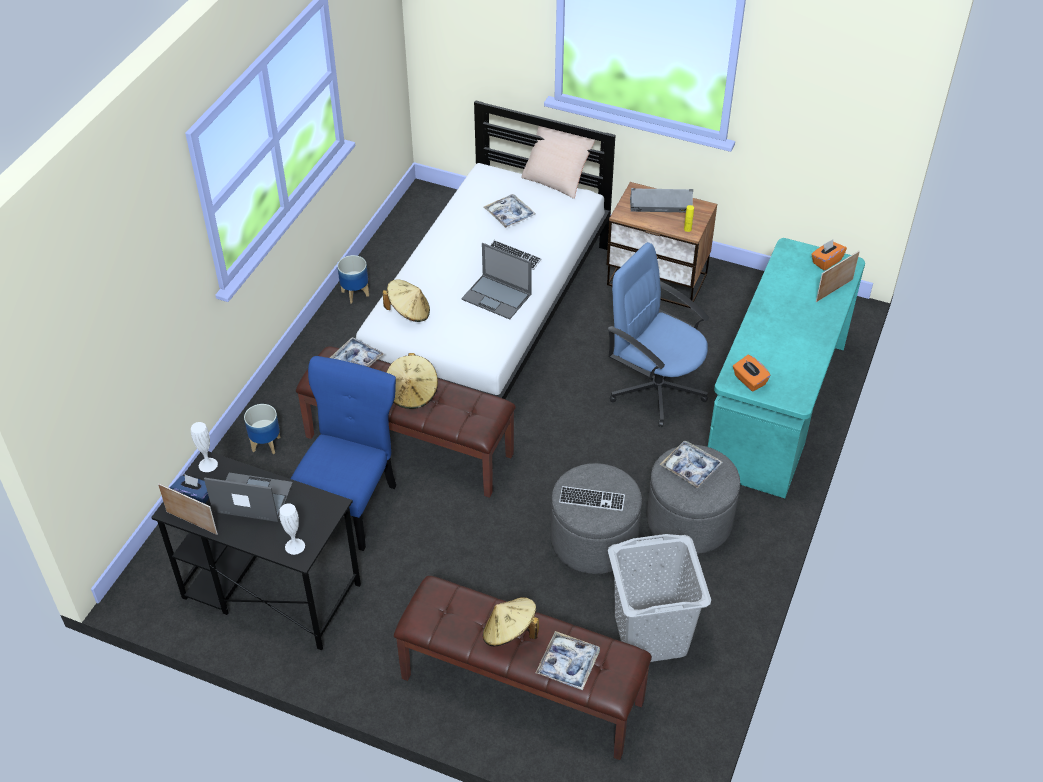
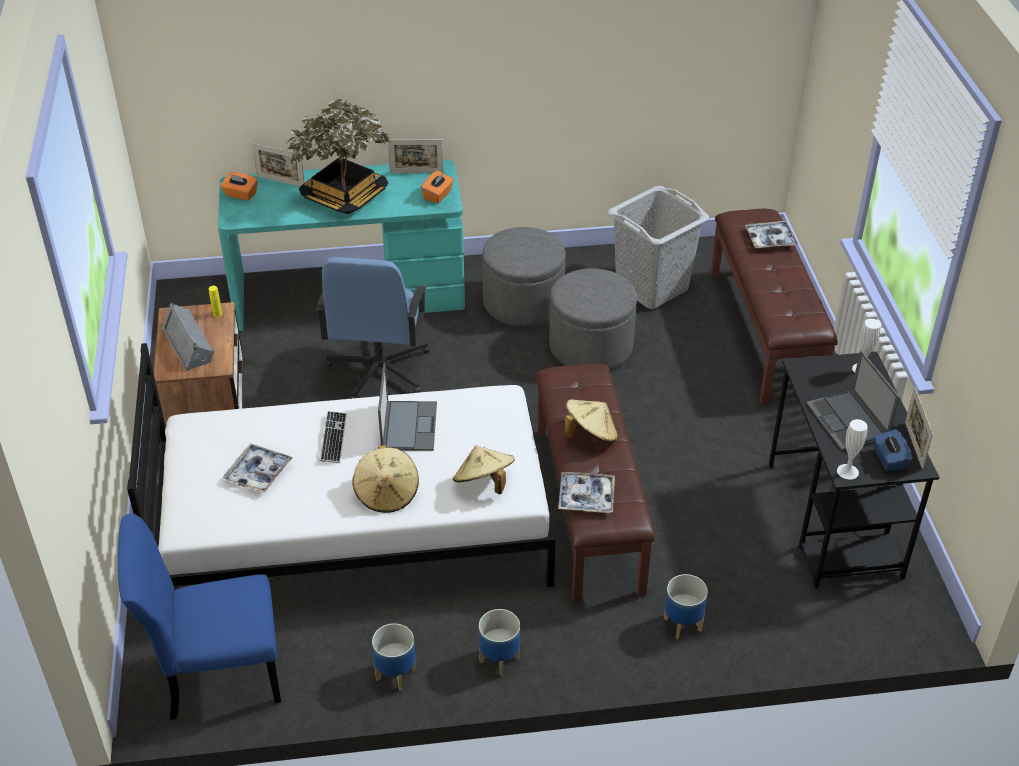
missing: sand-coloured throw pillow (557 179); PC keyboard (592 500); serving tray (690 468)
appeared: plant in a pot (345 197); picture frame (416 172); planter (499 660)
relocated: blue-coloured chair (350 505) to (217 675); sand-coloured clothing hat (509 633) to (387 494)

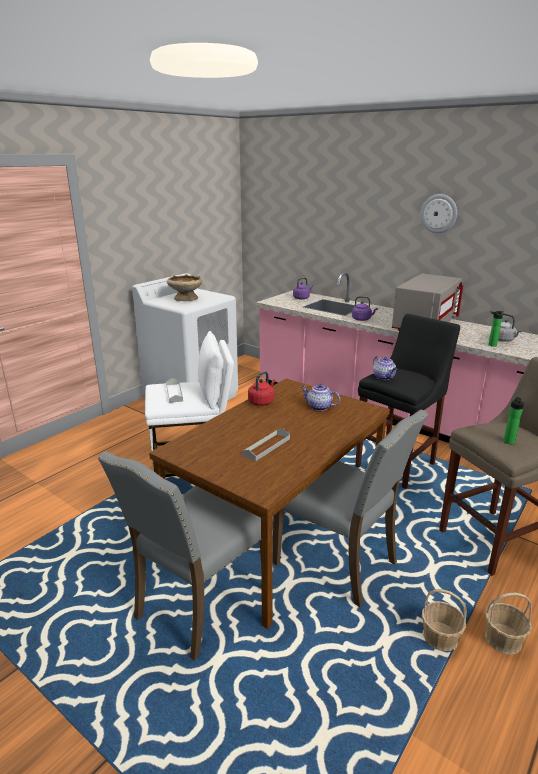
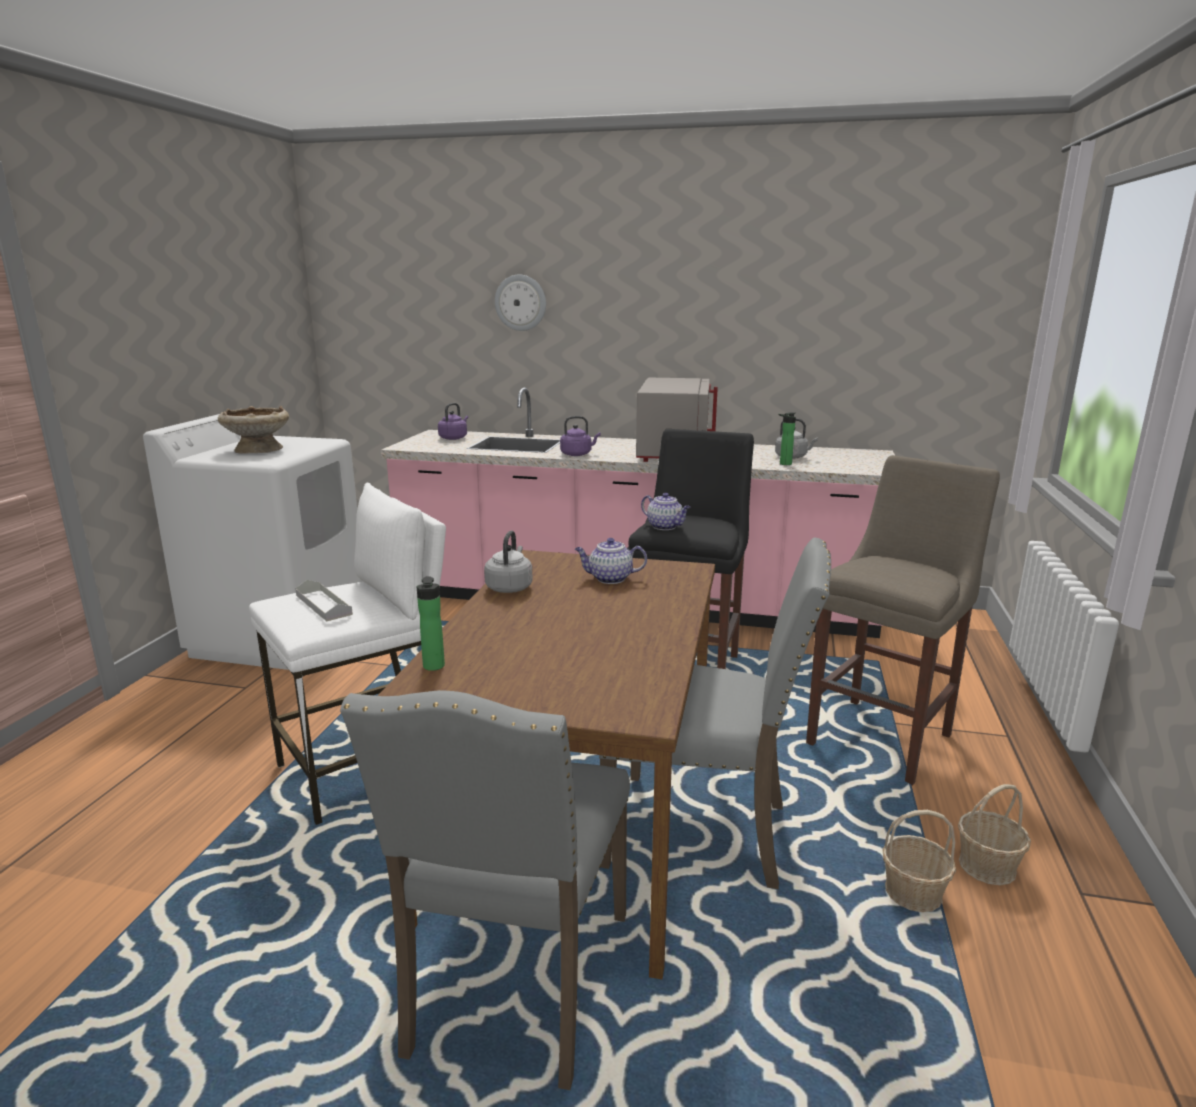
missing: gray serving tray (266 447)
relocated: bottle (509 442) to (433 667); hanging clock (439 213) to (520 303)
colour: red water kettle (262 401) to gray water kettle (510 587)

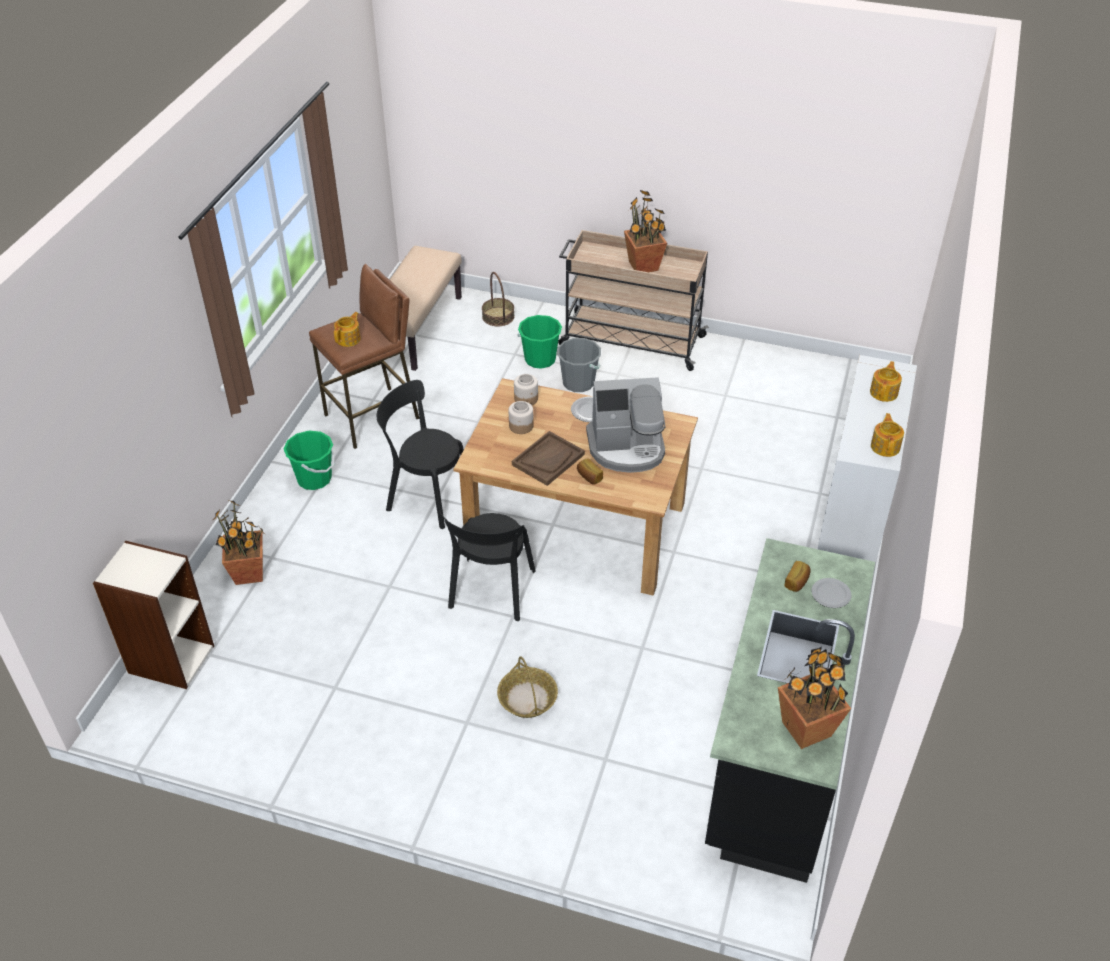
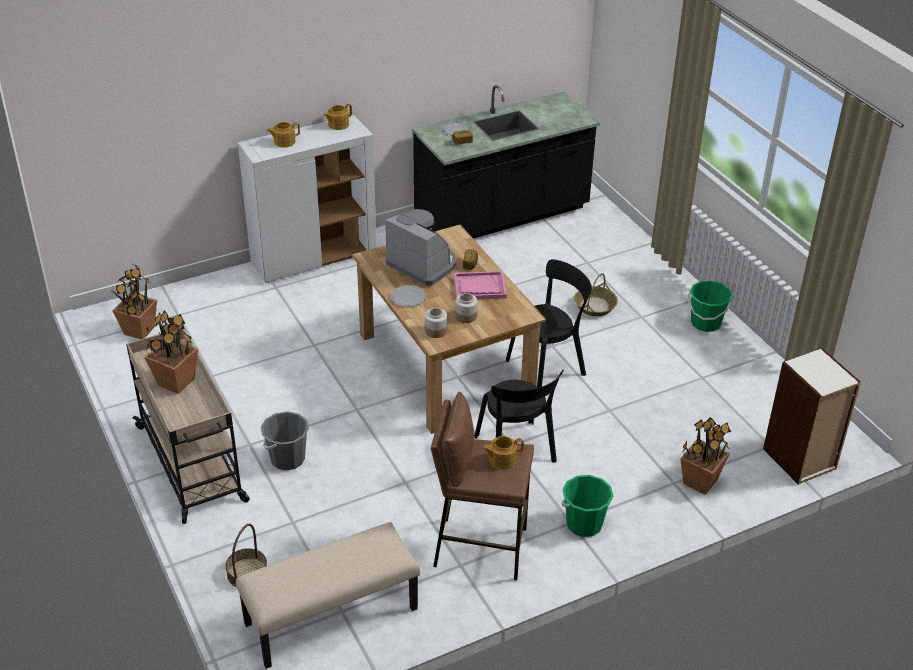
relocated: plant in a pot (807 728) to (139 331); green bucket (540 359) to (705 323)
colour: brown serving tray (548 459) to pink-coloured serving tray (479 287)

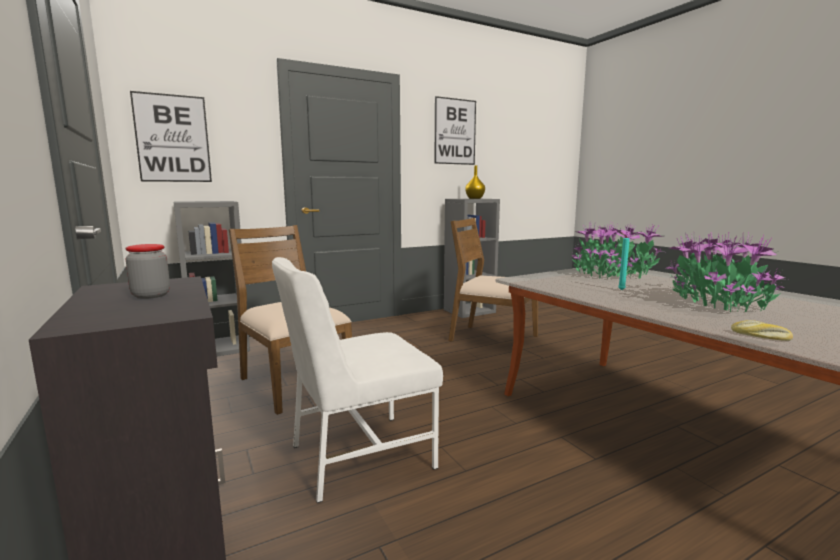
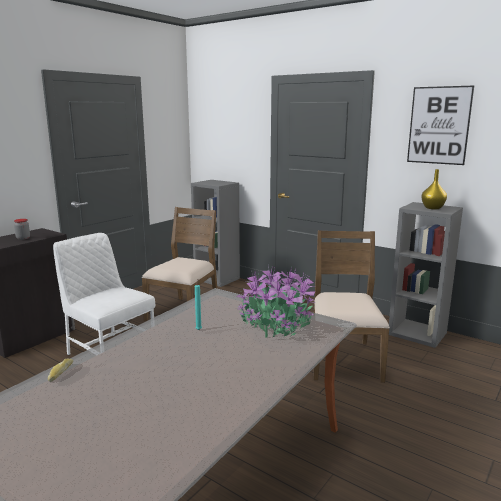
missing: picture (172 138); plant in a pot (718 303)

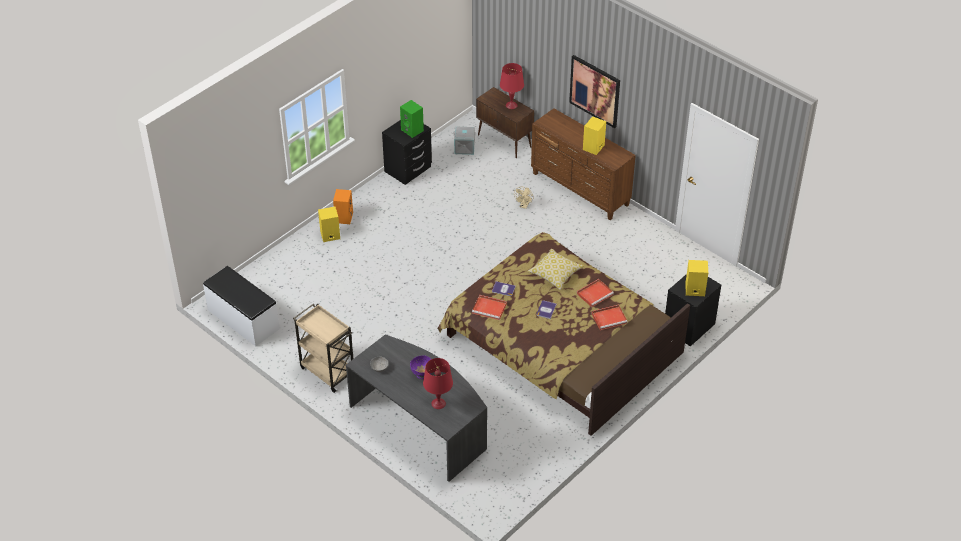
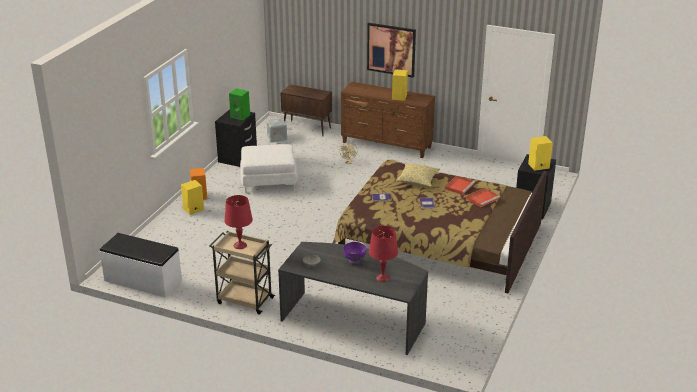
missing: red serving tray (490 308)
appeared: whitish pouffe (269 181)
relocated: red lamp for a table (511 105) to (240 245)

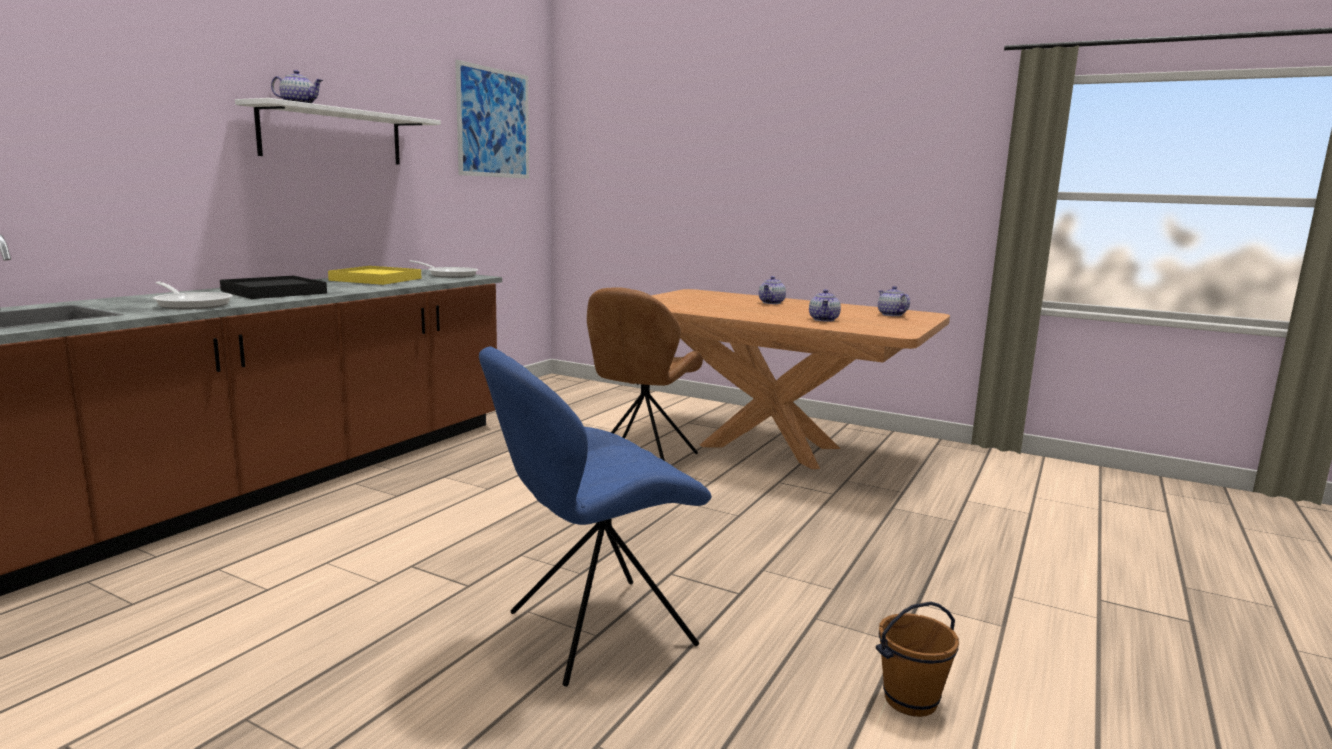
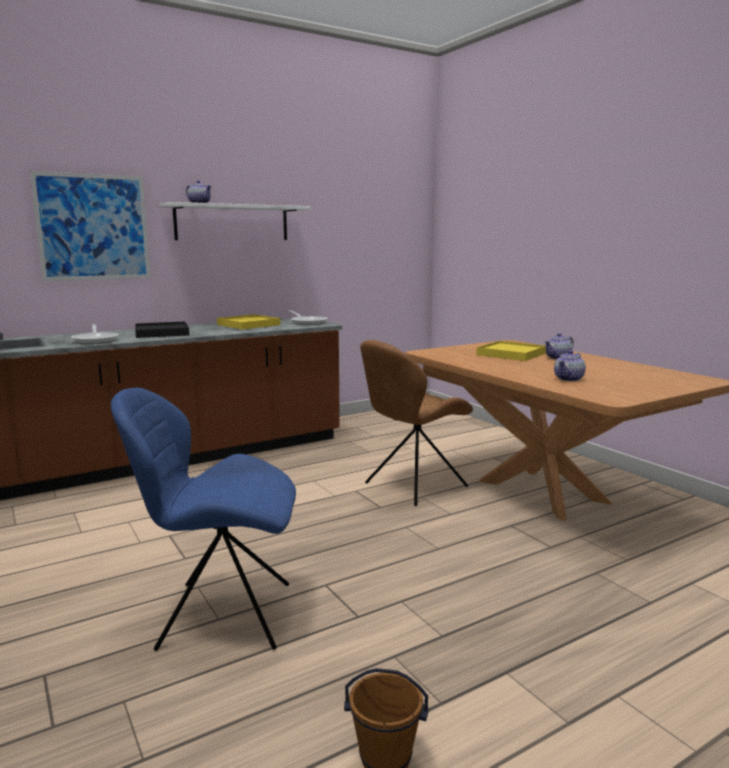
missing: pot for tea (891 314)
appeared: yellowish serving tray (511 354)
relocated: picture (493 123) to (93 227)

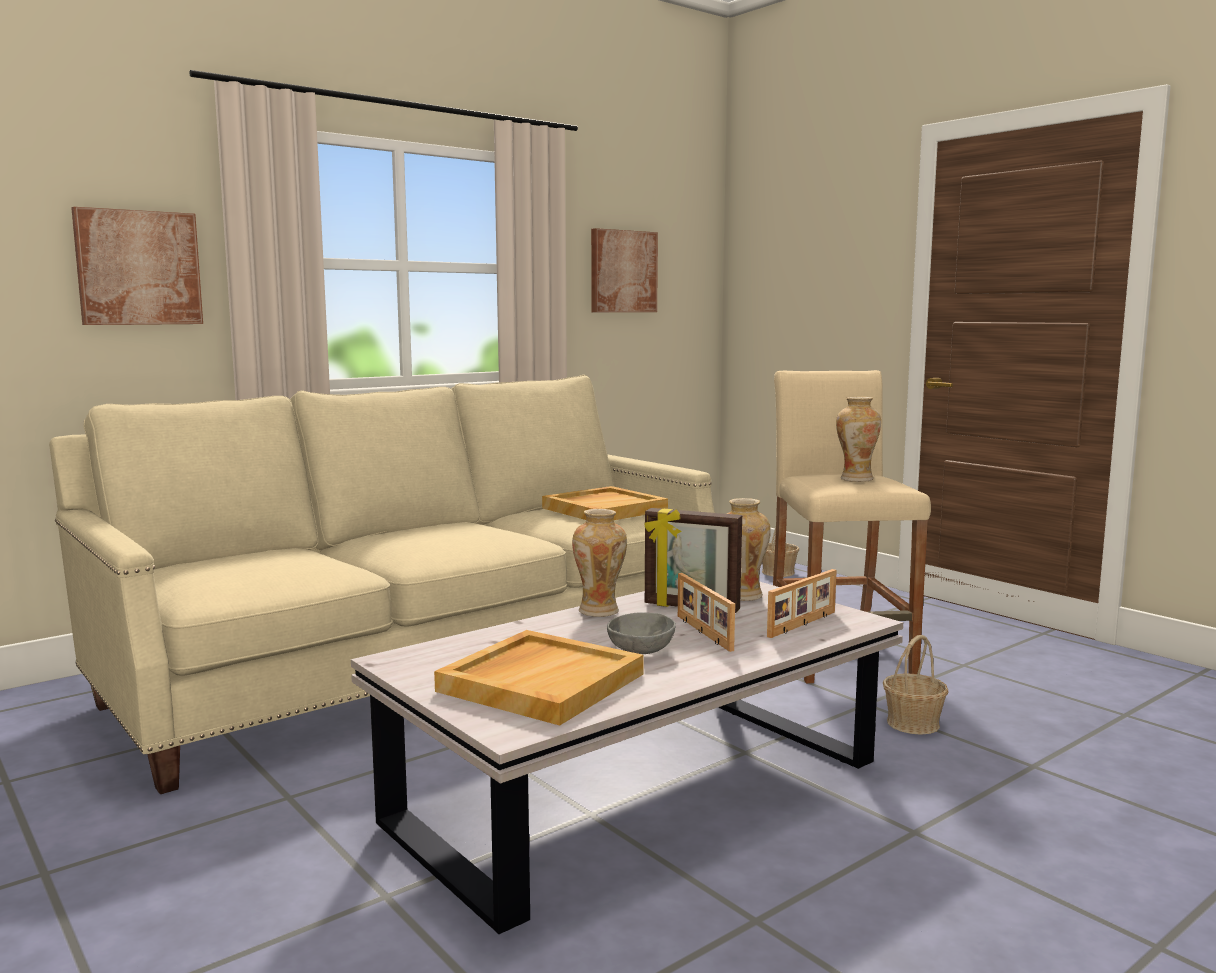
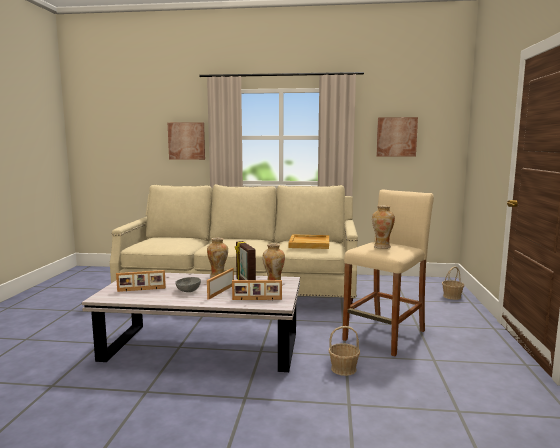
exchanged: sand-coloured serving tray (541 682) to picture frame (141 290)

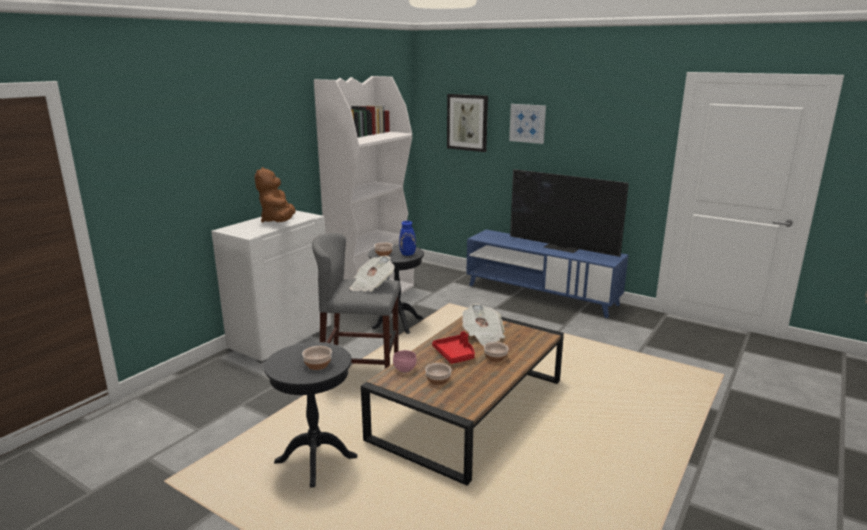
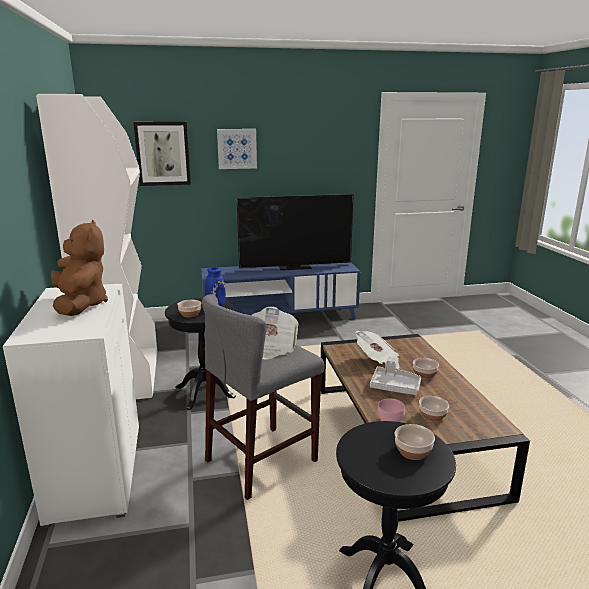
colour: red serving tray (455 355) to gray serving tray (395 387)
spun: brown plush toy (278 221) = (80 305) 150 degrees counterclockwise

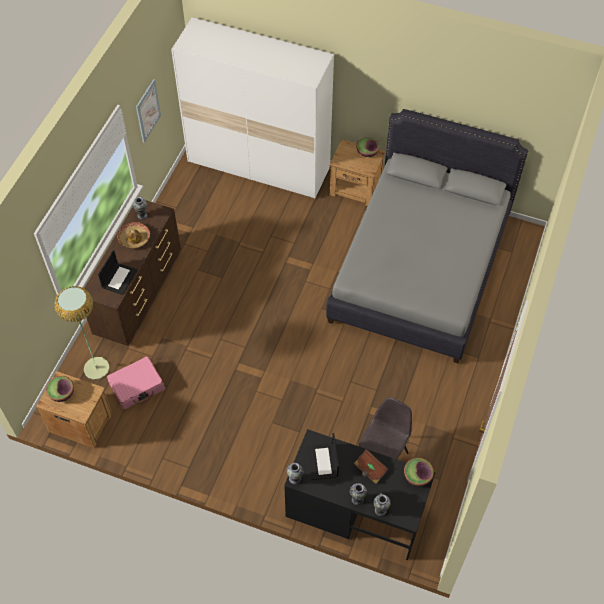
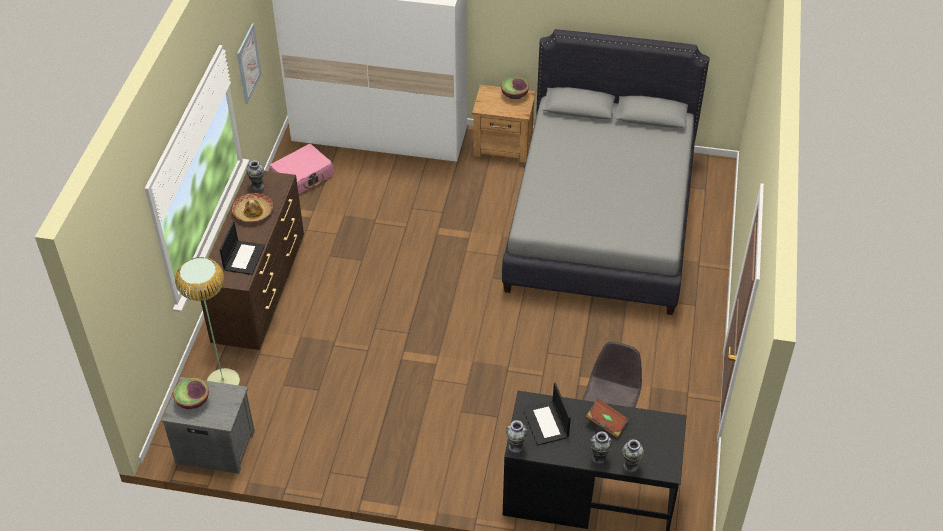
missing: deep dish (417 476)
relocated: pink-coloured suitcase (137 386) to (303 176)
colour: brown bedside table (80 422) to gray bedside table (214 446)

